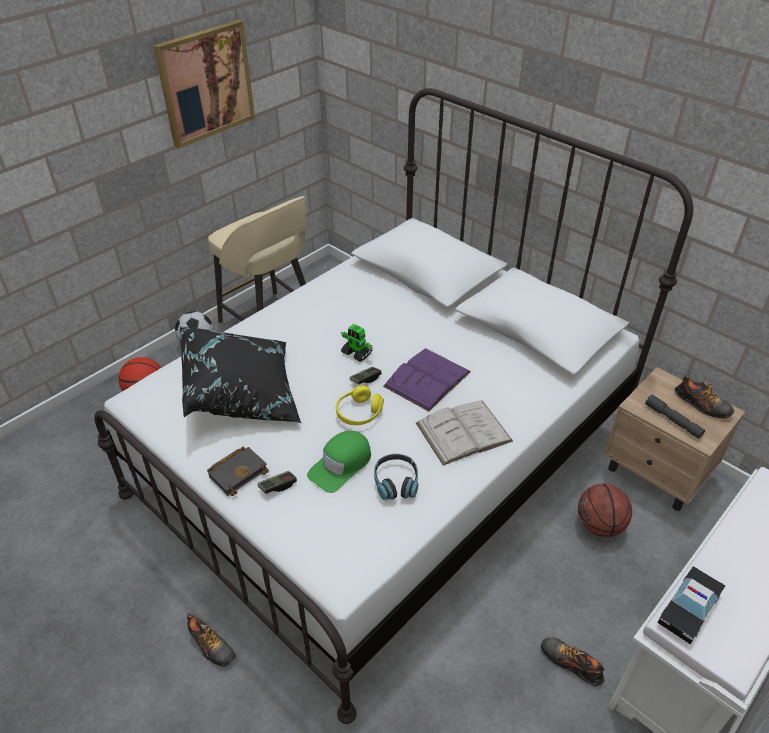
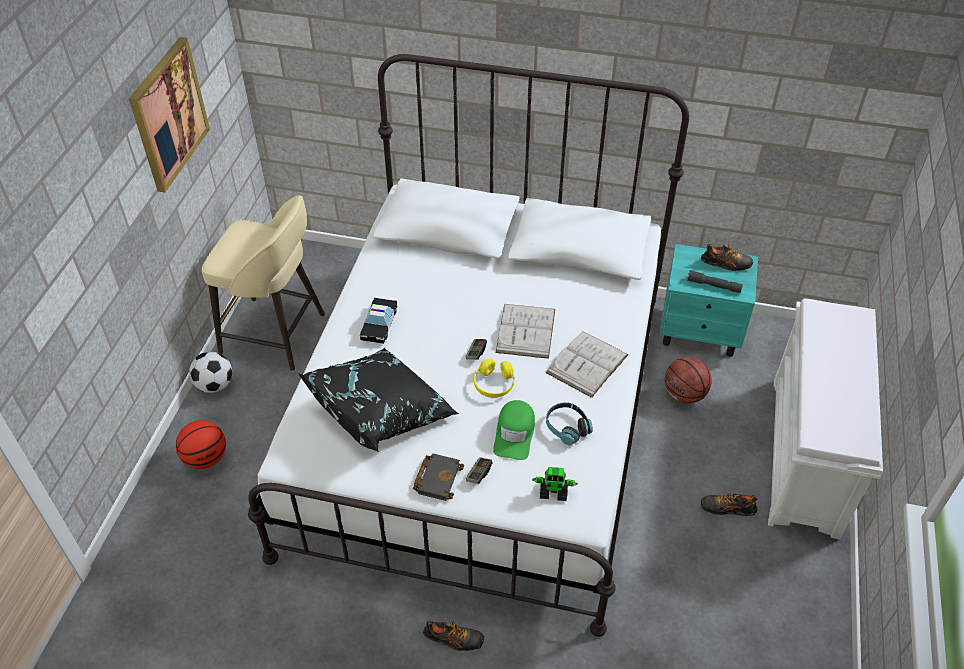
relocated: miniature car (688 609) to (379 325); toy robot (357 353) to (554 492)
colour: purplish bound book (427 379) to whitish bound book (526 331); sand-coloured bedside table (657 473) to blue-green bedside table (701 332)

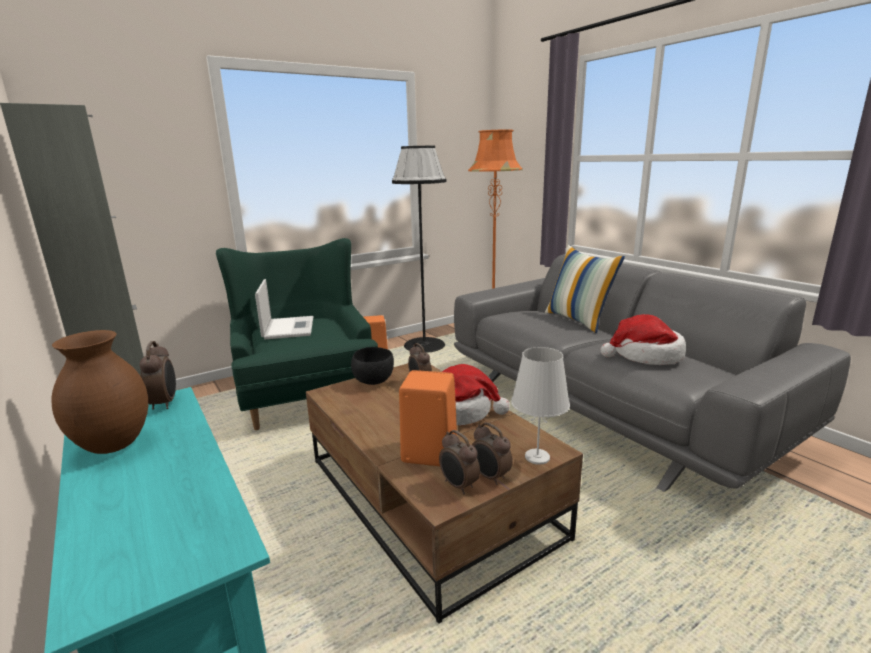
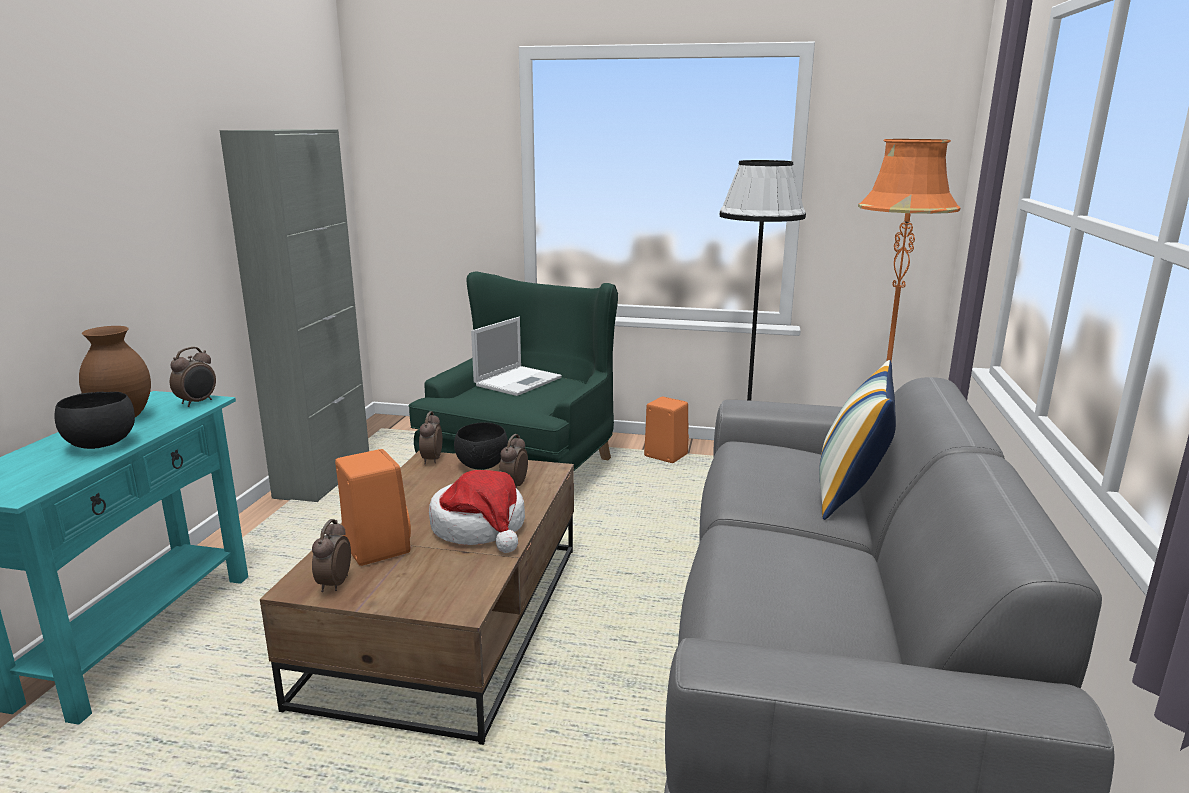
missing: whitish lamp for a table (537 457); clothing hat (645 355)
appeared: black deep dish (100 444)
relocated: bedside clock (490 477) to (431 460)

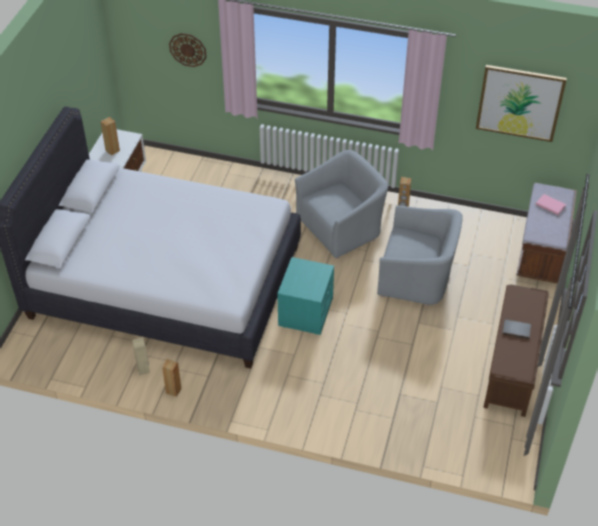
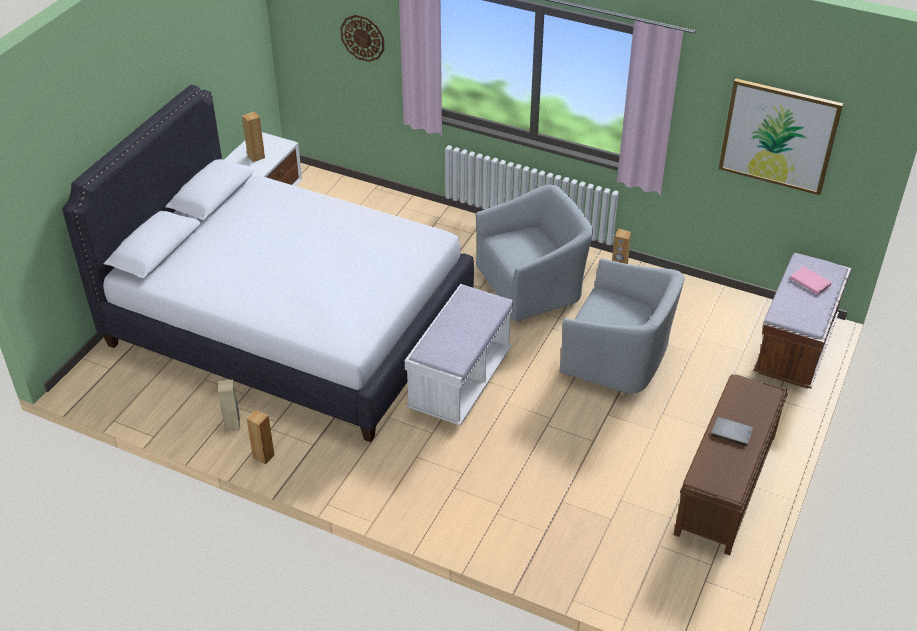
exchanged: blue-green bedside table (305 311) to whitish long seat (460 381)

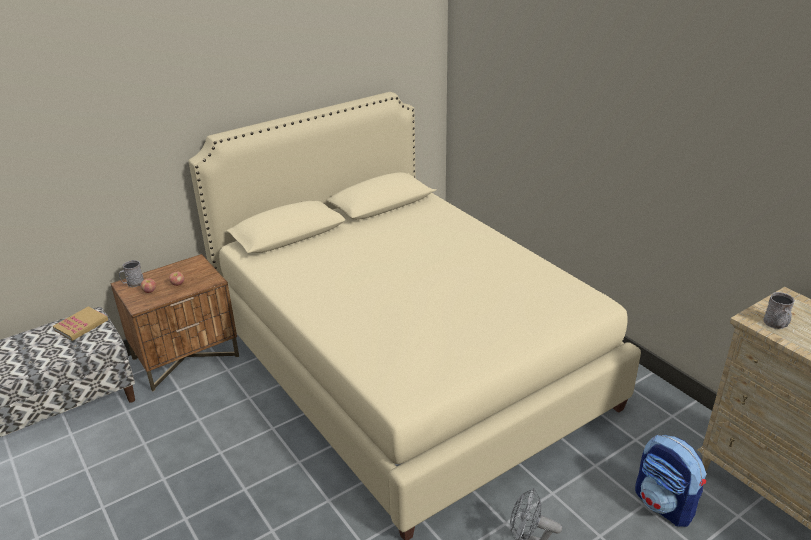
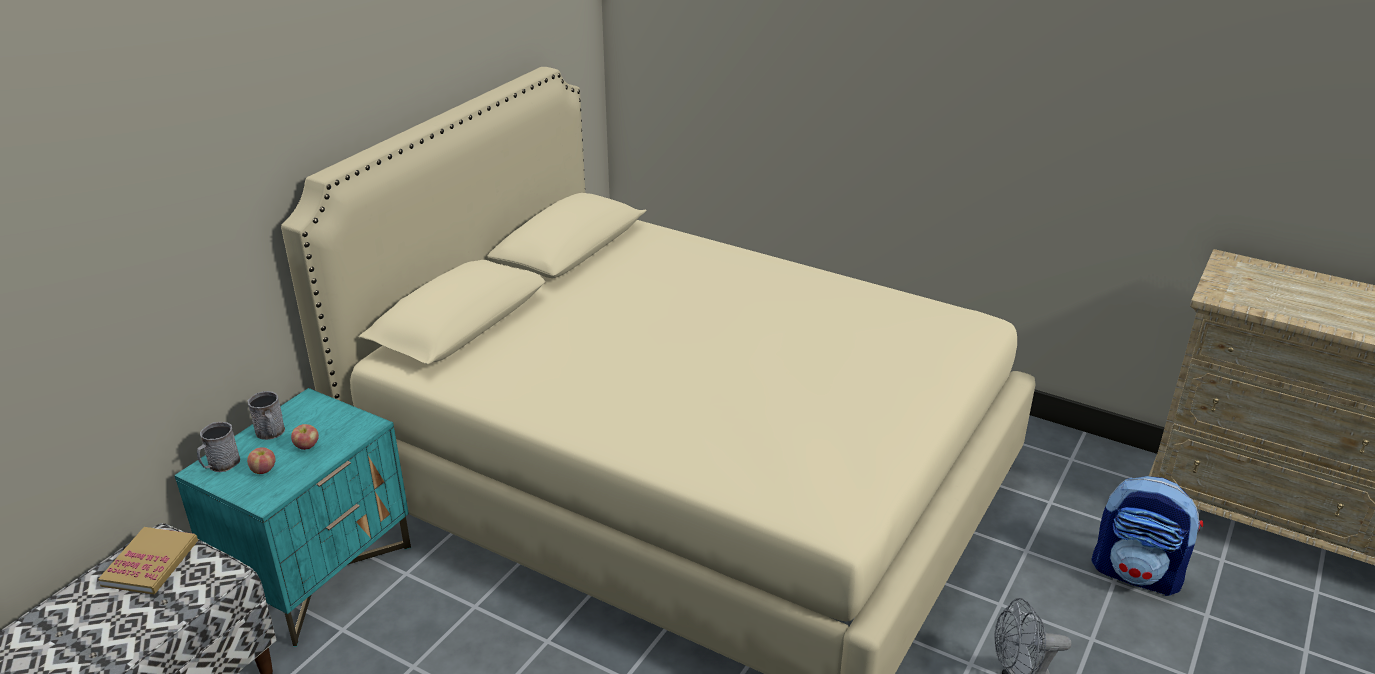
relocated: gray mug (777 324) to (271 433)
colour: brown bedside table (186 357) to blue-green bedside table (317 573)

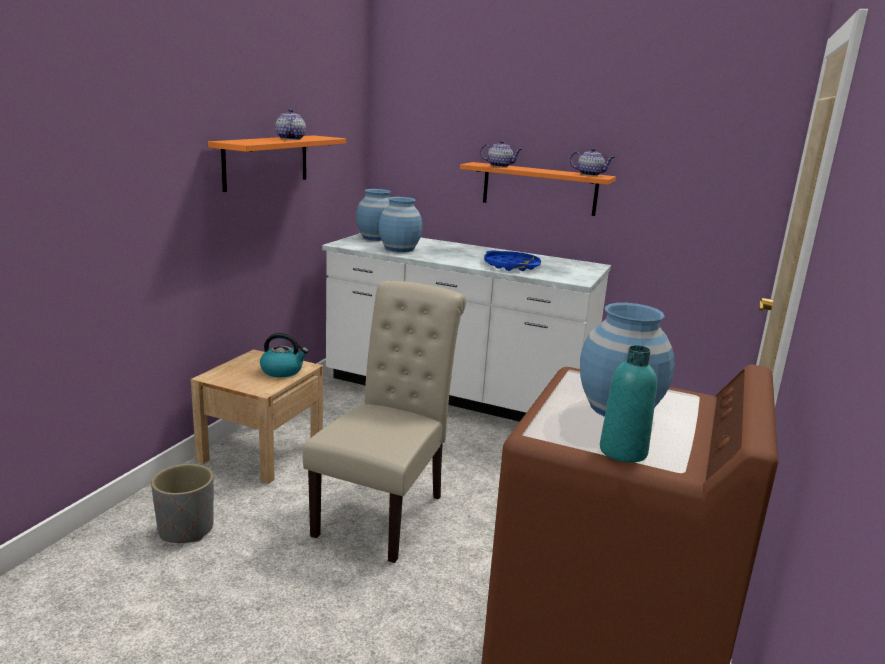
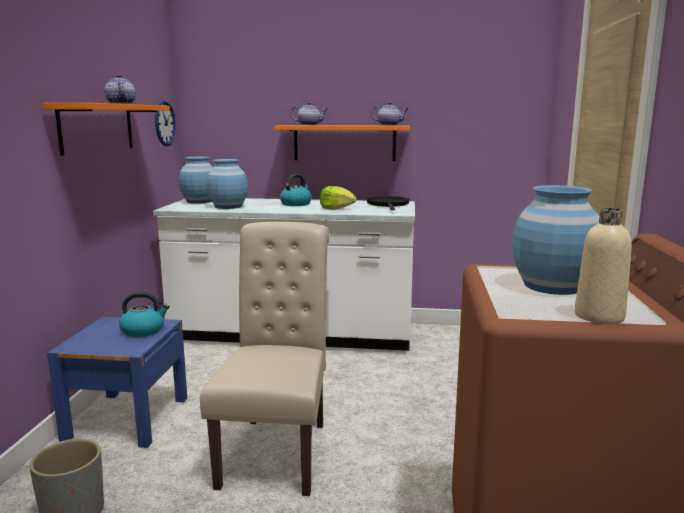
appeared: hanging clock (164 123); water kettle (296 204); black skillet (388 205)
exchanged: blue-coloured serving tray (511 266) to lettuce (337 209)
colour: sand-coloured bedside table (261 452) to blue-coloured bedside table (127 418); blue-green bottle (623 451) to sand-coloured bottle (599 316)

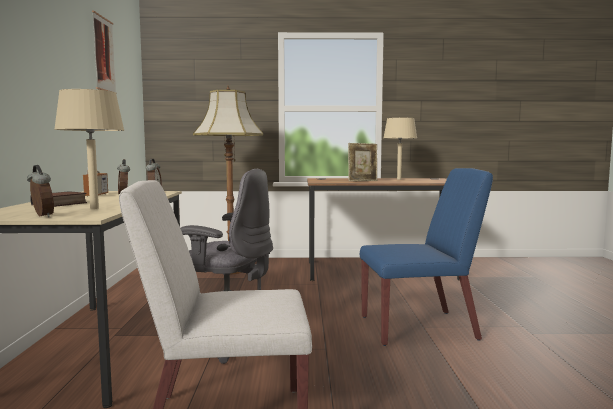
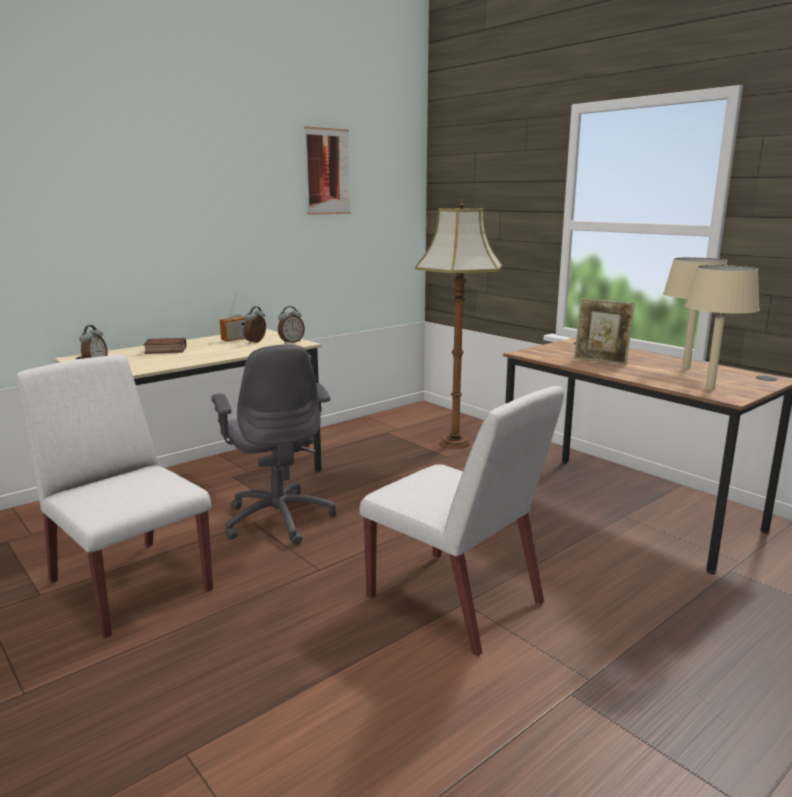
relocated: sand-coloured lamp for a table (94 208) to (710 388)
colour: blue-coloured chair (419 327) to whitish chair (456 601)

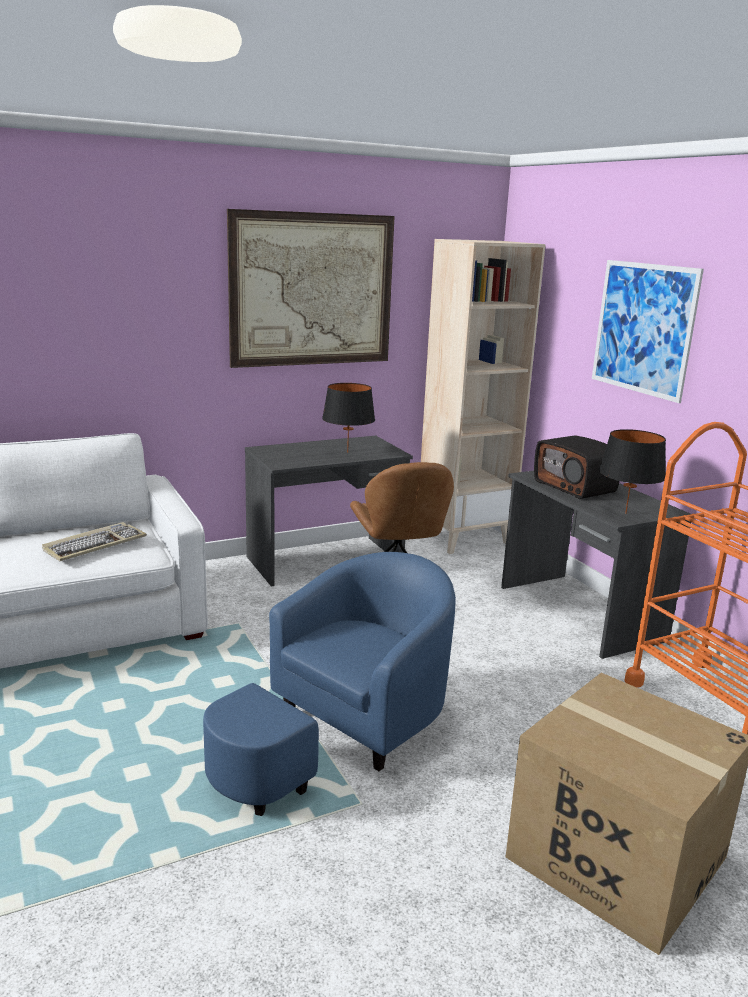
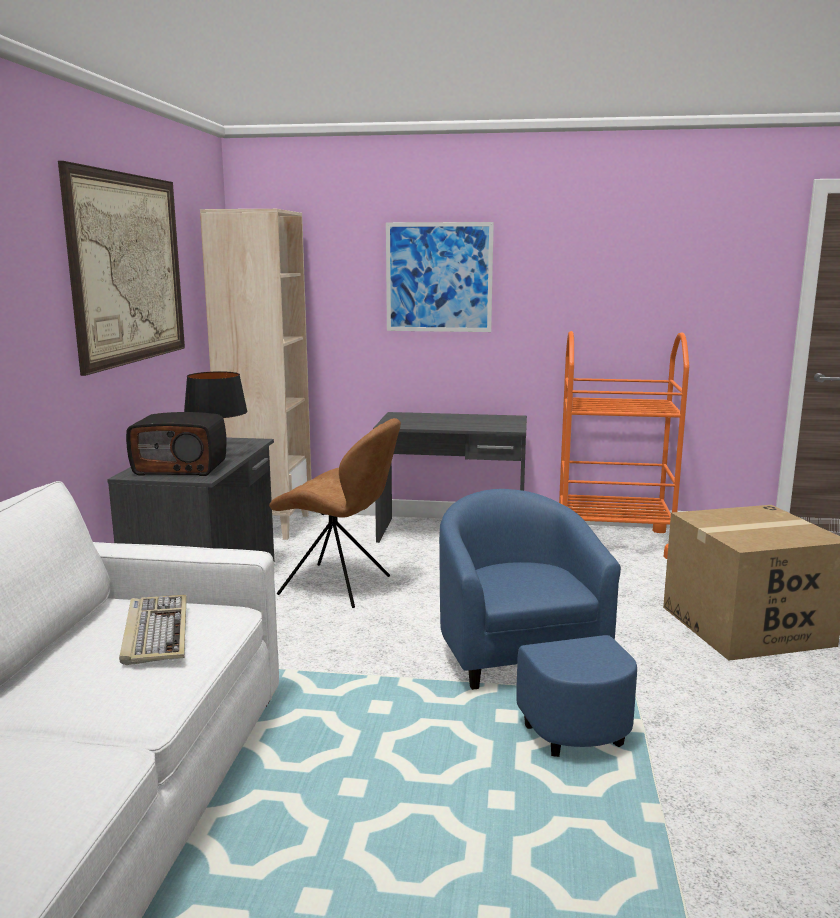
missing: black lamp for a table (626 513)
relocated: radio (576 487) to (181 468)

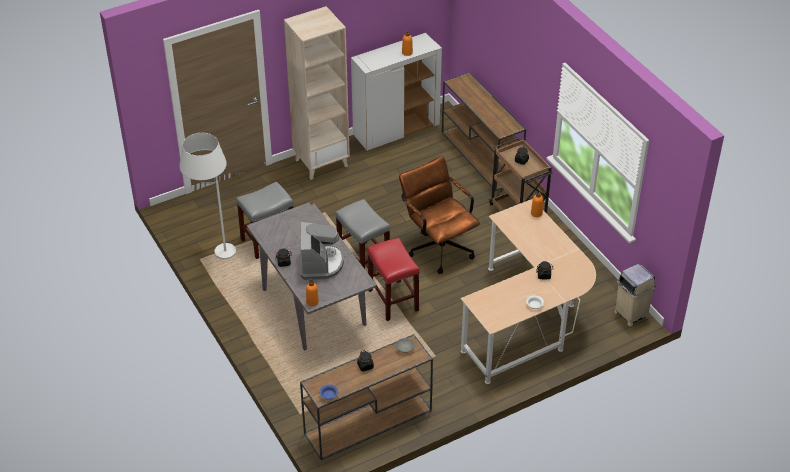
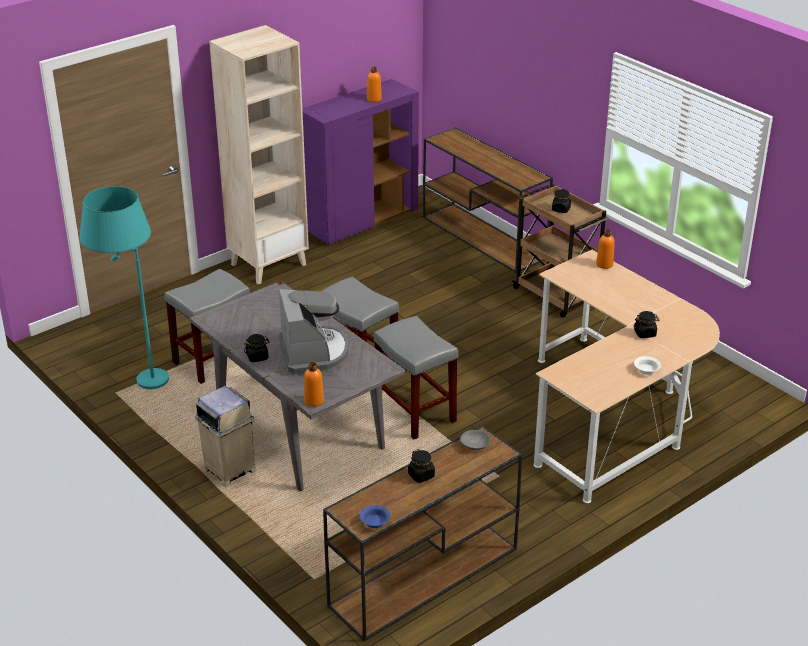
missing: brown office chair (438 246)
relocated: sand-coloured waste bin (631 314) to (229 470)
colour: whitish floor lamp (214 250) to blue-green floor lamp (135 379); whitish cupboard (396 130) to purplish cupboard (362 221); red sitting stool (393 300) to gray sitting stool (416 413)

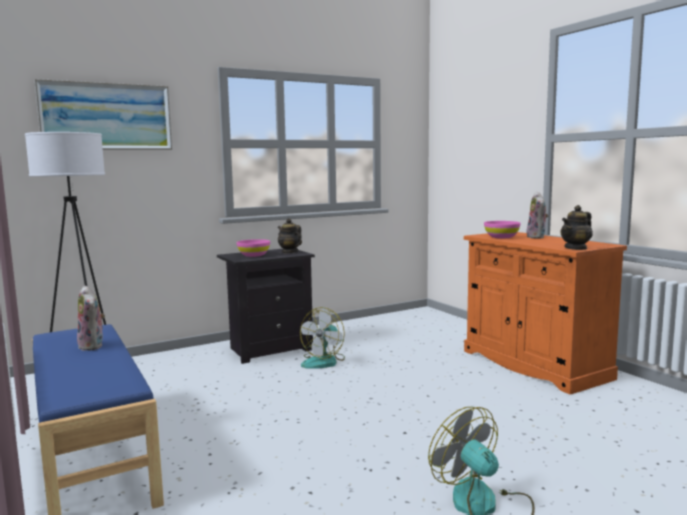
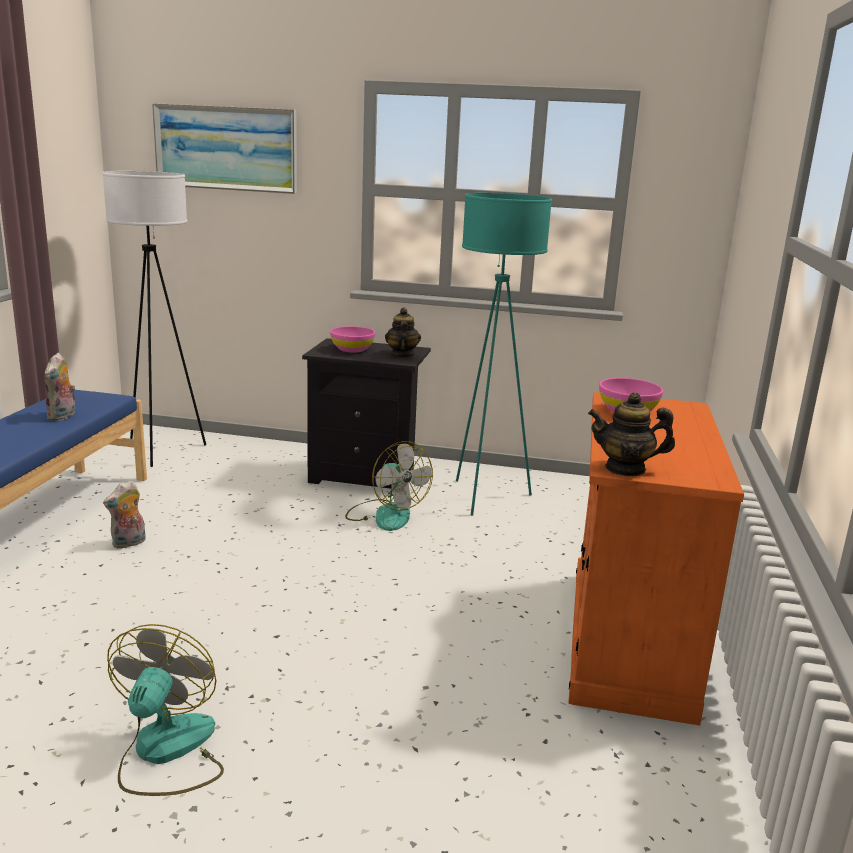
appeared: blue-green floor lamp (485 497)
relocated: plush toy (537 237) to (129 543)
spun: fan (324 361) = (386 514) 105 degrees counterclockwise

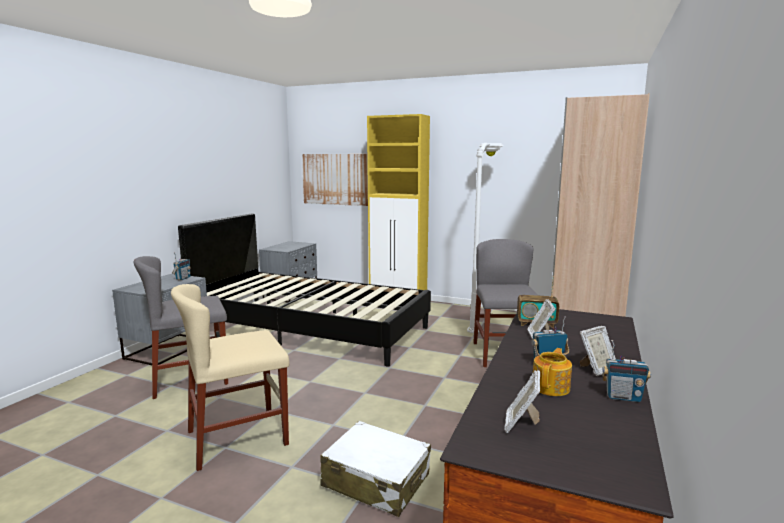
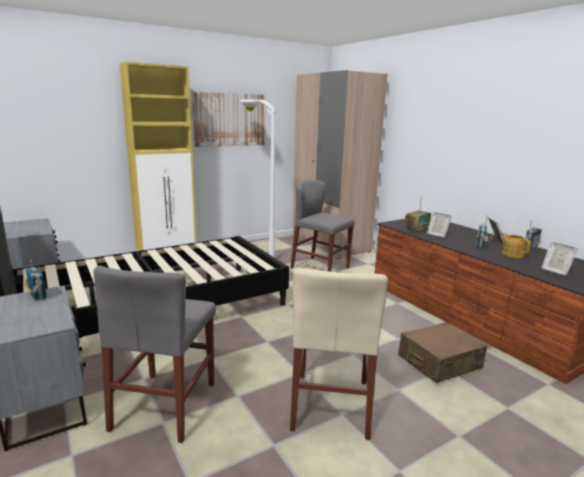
relocated: picture (336 179) to (230 120)
colour: whitish suitcase (376 480) to brown suitcase (439 362)

